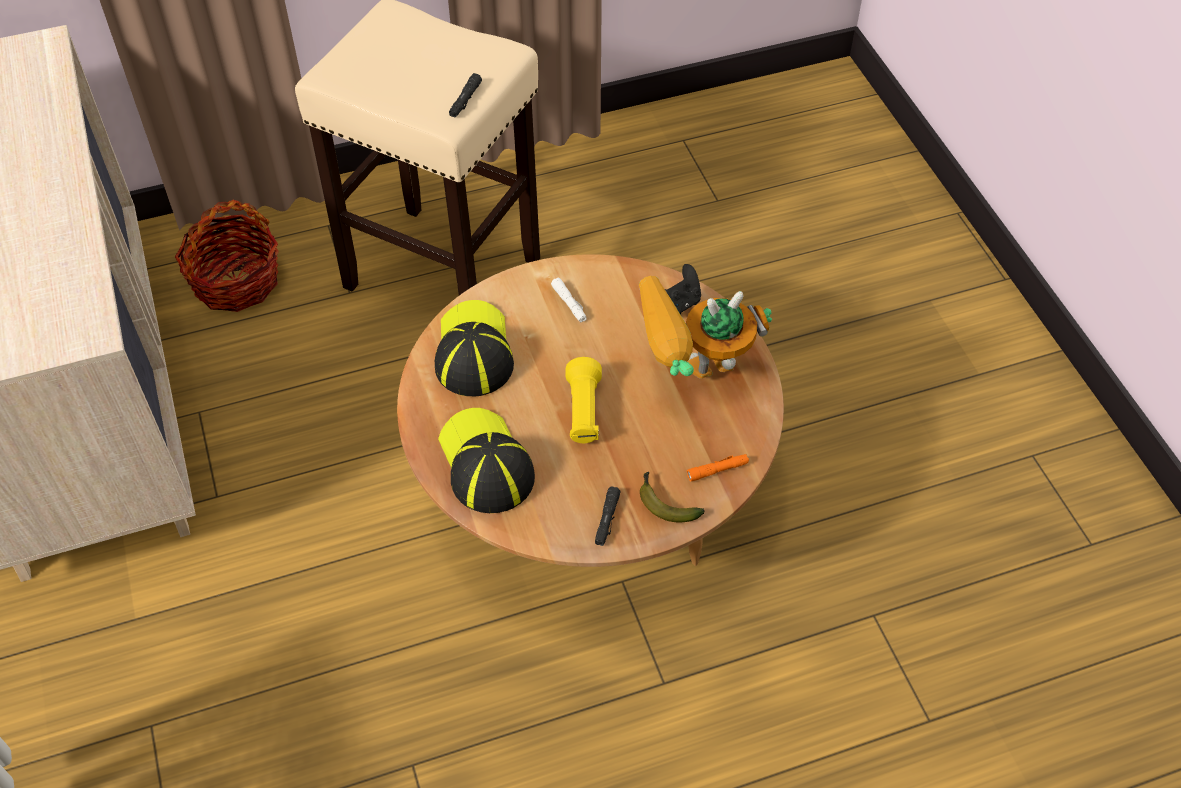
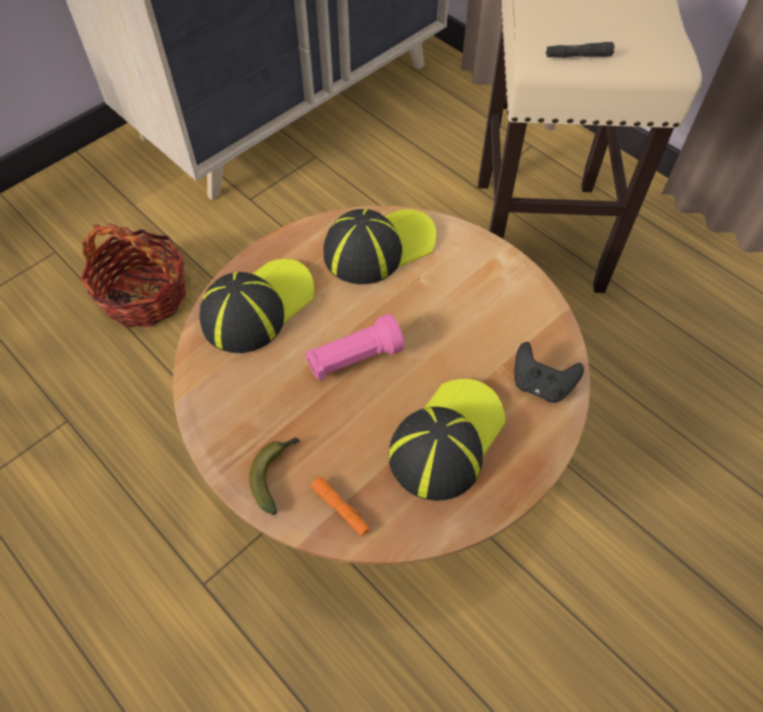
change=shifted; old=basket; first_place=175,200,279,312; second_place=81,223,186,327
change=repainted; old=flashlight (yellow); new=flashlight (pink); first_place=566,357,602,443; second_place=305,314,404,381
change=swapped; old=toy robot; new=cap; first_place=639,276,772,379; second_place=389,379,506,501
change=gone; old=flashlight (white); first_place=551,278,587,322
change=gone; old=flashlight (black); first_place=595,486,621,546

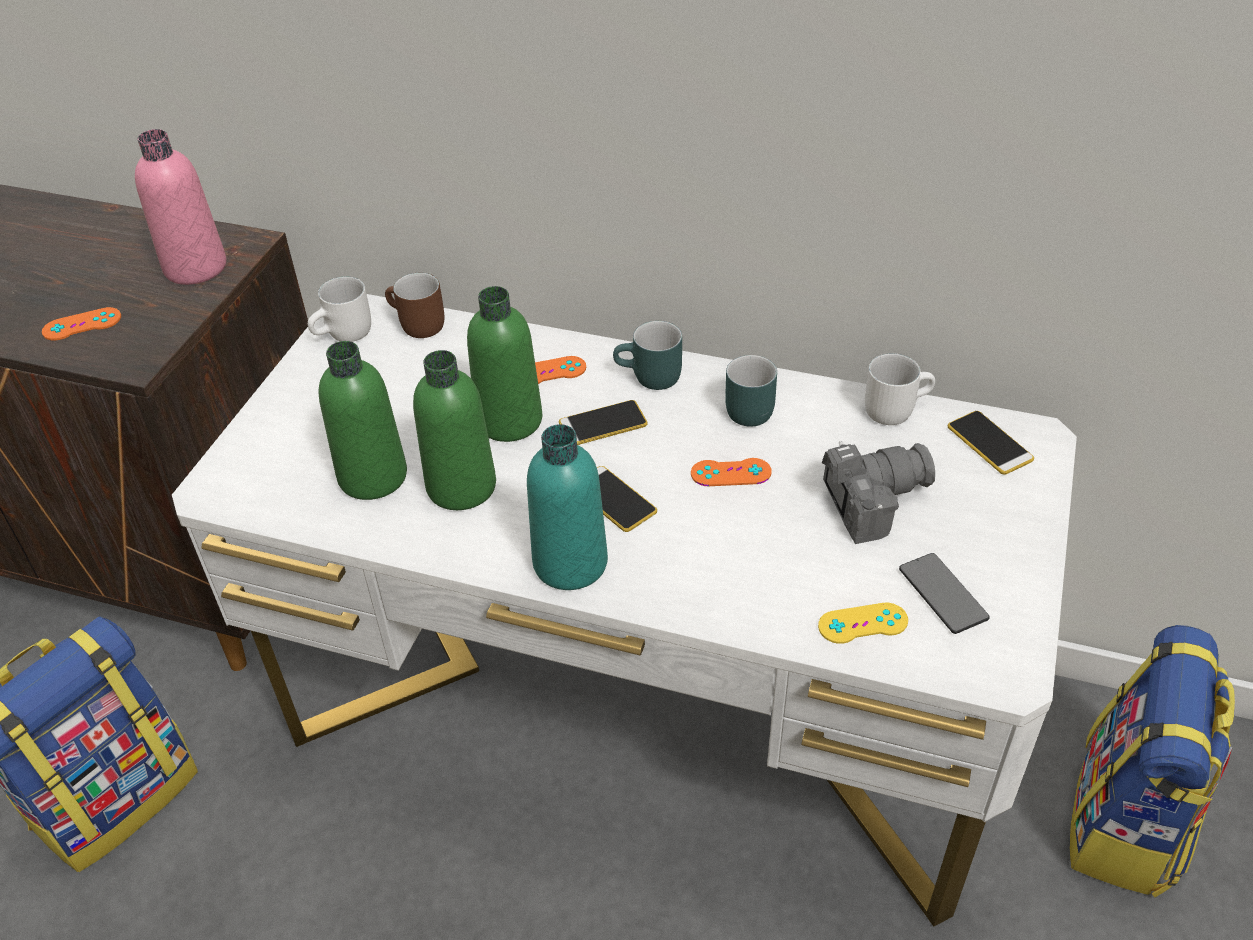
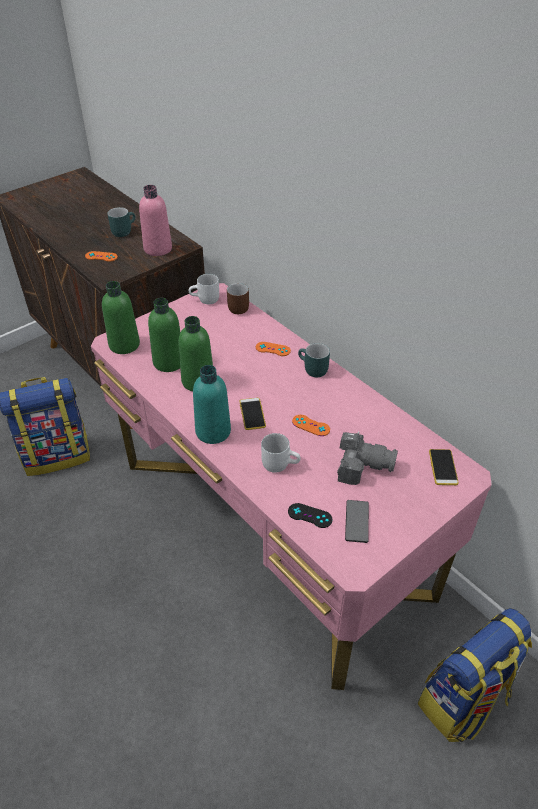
change=repainted; old=desk (white); new=desk (pink); first_place=172,294,1077,926; second_place=91,283,492,690
change=shifted; old=bottle (green); first_place=467,286,542,442; second_place=102,281,140,354
change=shifted; old=mug (turquoise); first_place=725,355,777,427; second_place=107,207,136,237
change=shifted; old=mug (white); first_place=865,353,935,425; second_place=261,433,301,473
change=repainted; old=game controller (yellow); new=game controller (black); first_place=818,603,908,644; second_place=288,503,332,528
change=gone; old=phone; first_place=559,400,648,445

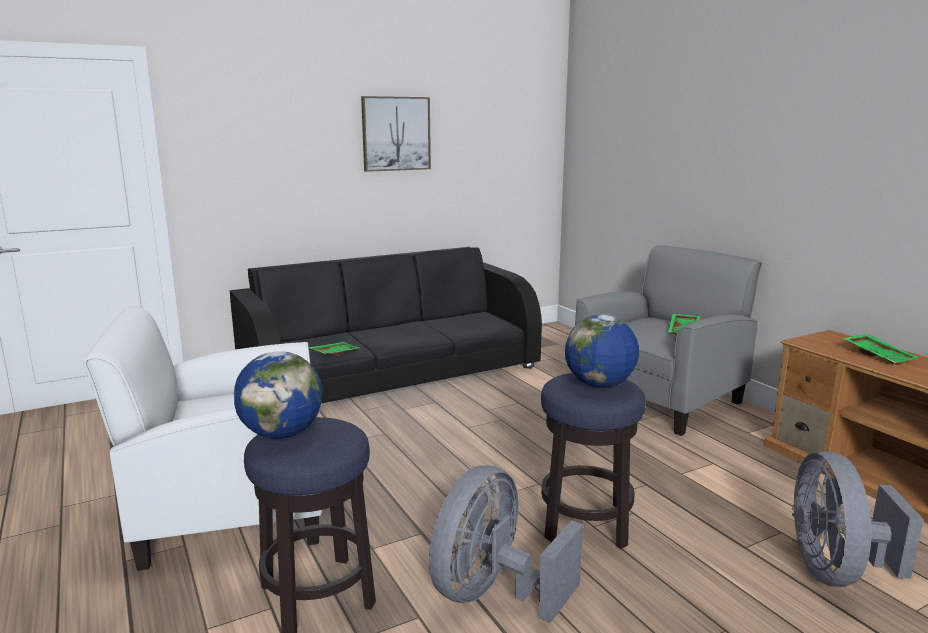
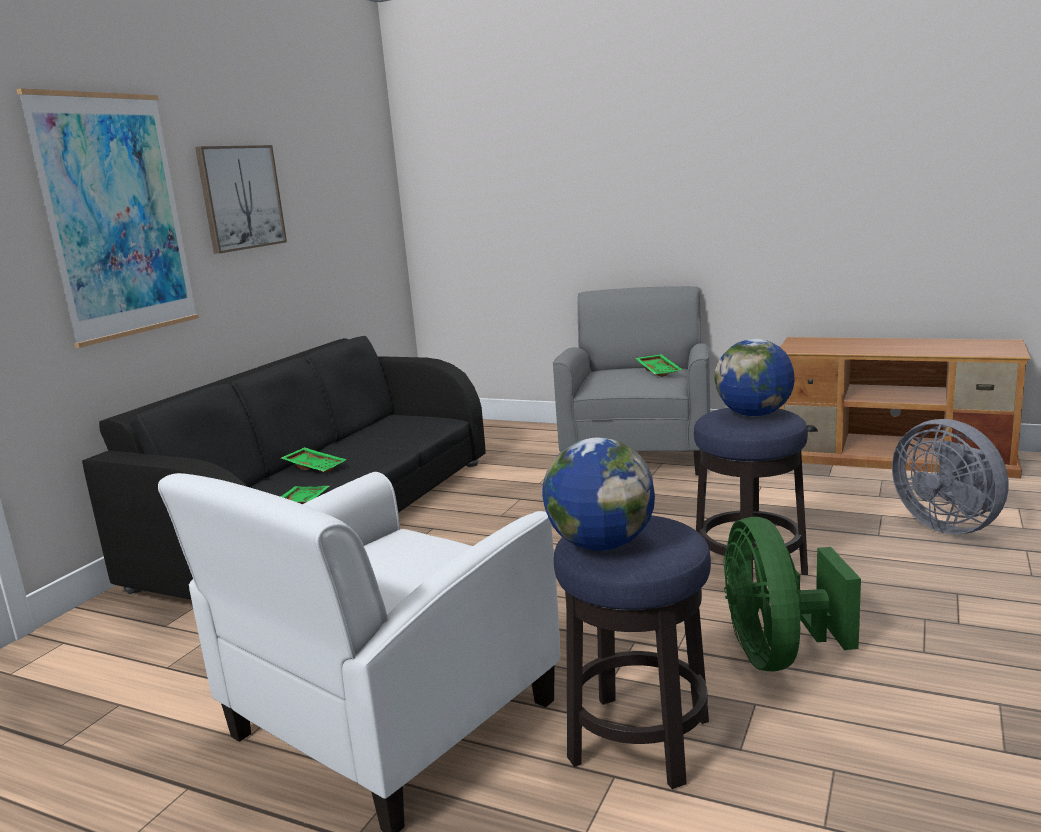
change=new; new=picture; second_place=16,88,199,348
change=shifted; old=tray (green); first_place=843,334,919,365; second_place=281,447,347,473
change=repainted; old=fan (grey); new=fan (green); first_place=429,465,583,623; second_place=724,517,861,671

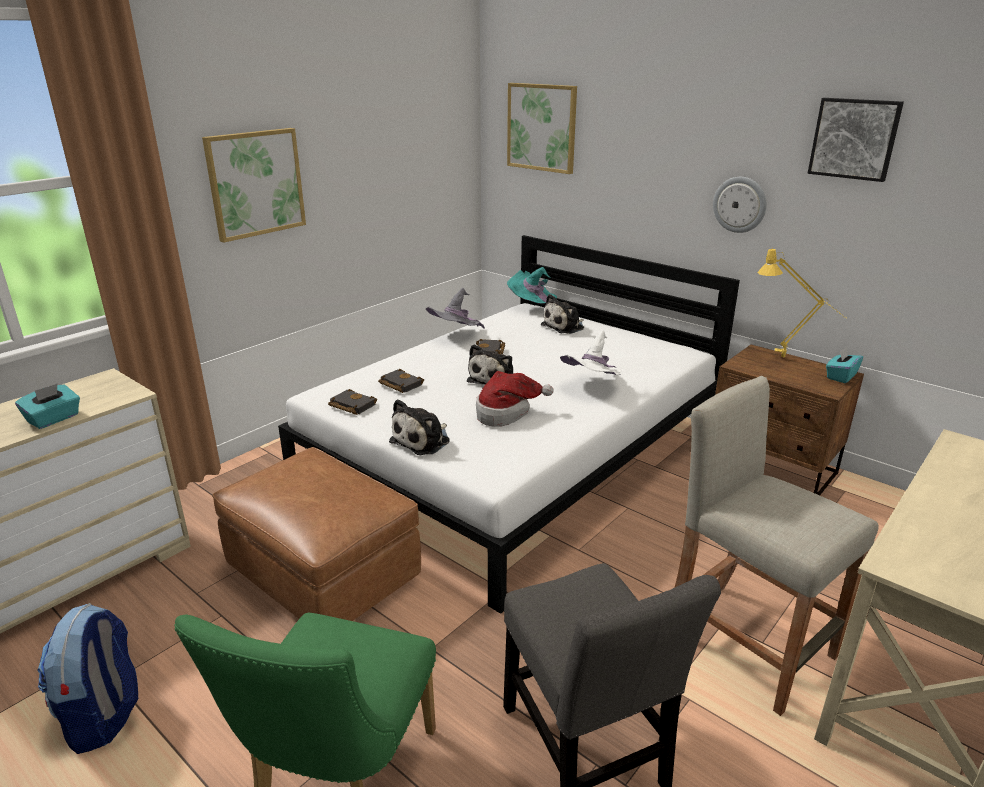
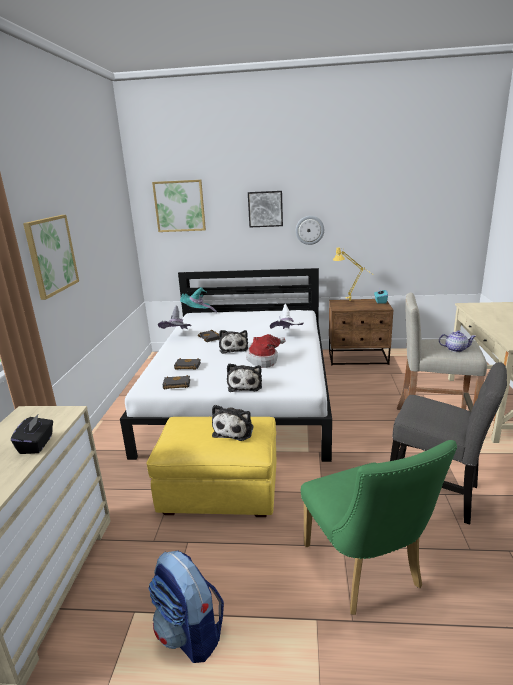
change=repainted; old=tissue box (turquoise); new=tissue box (black); first_place=15,384,80,429; second_place=11,413,53,454
change=repainted; old=ottoman (brown); new=ottoman (yellow); first_place=212,447,421,621; second_place=147,417,276,517
change=shifted; old=plush toy; first_place=541,294,584,334; second_place=212,405,254,441
change=shifted; old=picture; first_place=808,98,904,182; second_place=248,191,283,228
change=new; new=teapot; second_place=439,330,476,352

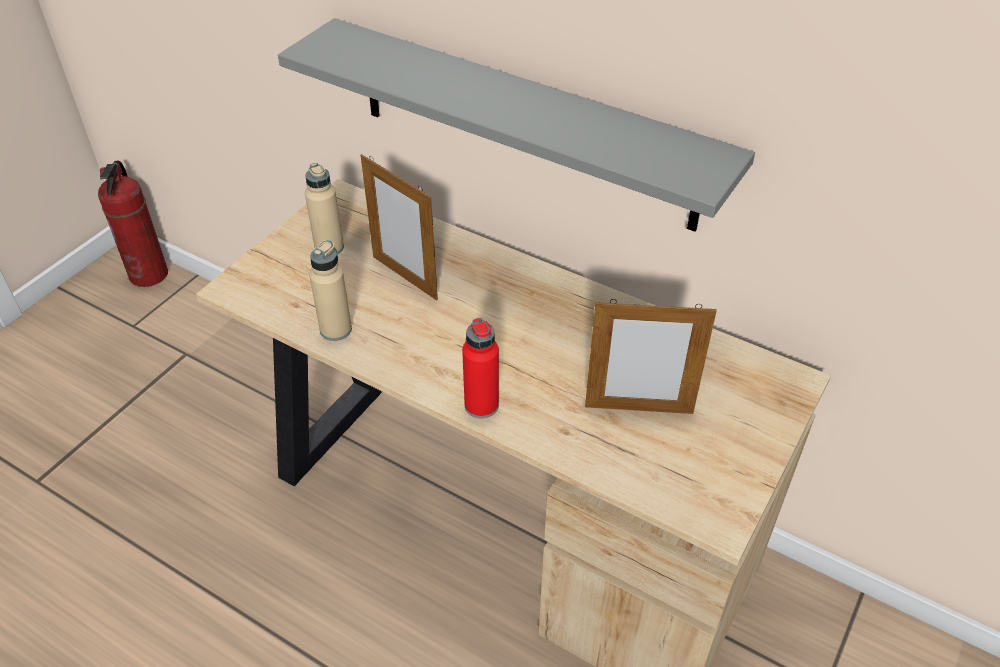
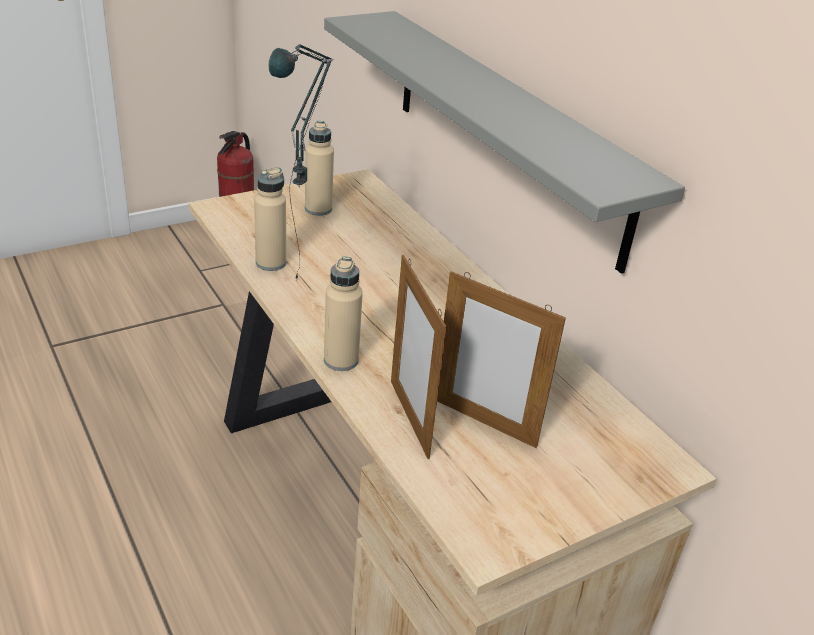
change=new; new=table lamp; second_place=268,44,333,279
change=repainted; old=bottle (red); new=bottle (beige); first_place=462,318,499,418; second_place=324,257,363,371
change=shifted; old=picture frame; first_place=361,154,438,301; second_place=391,255,446,459

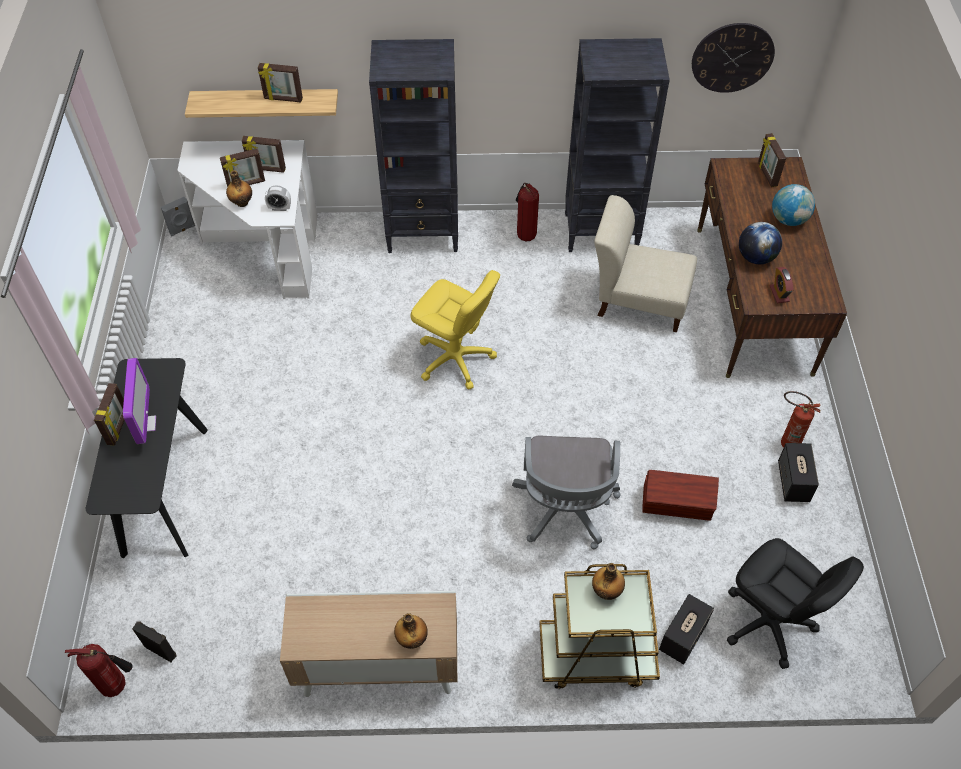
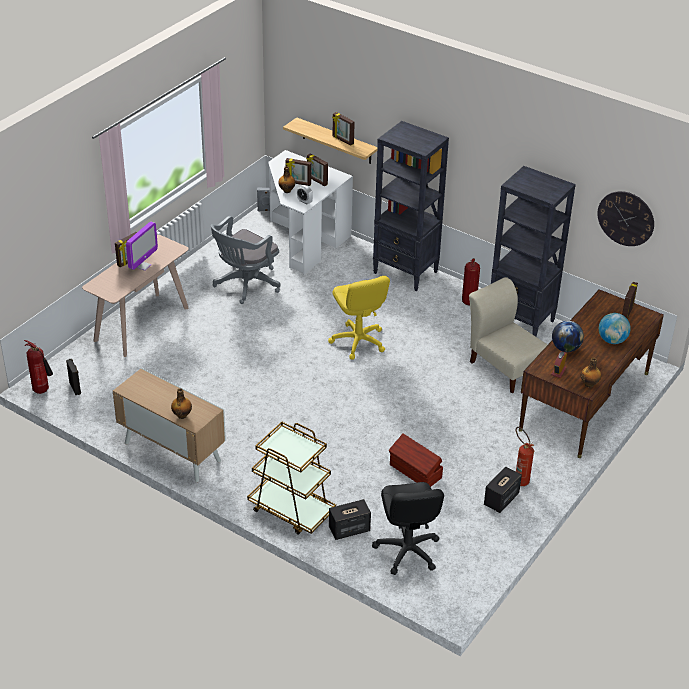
change=repainted; old=console table (black); new=console table (beige); first_place=86,358,208,558; second_place=82,235,189,357
change=shifted; old=office chair (grey); first_place=512,436,621,549; second_place=211,216,281,304
change=shifted; old=bottle; first_place=592,563,625,600; second_place=581,358,601,388

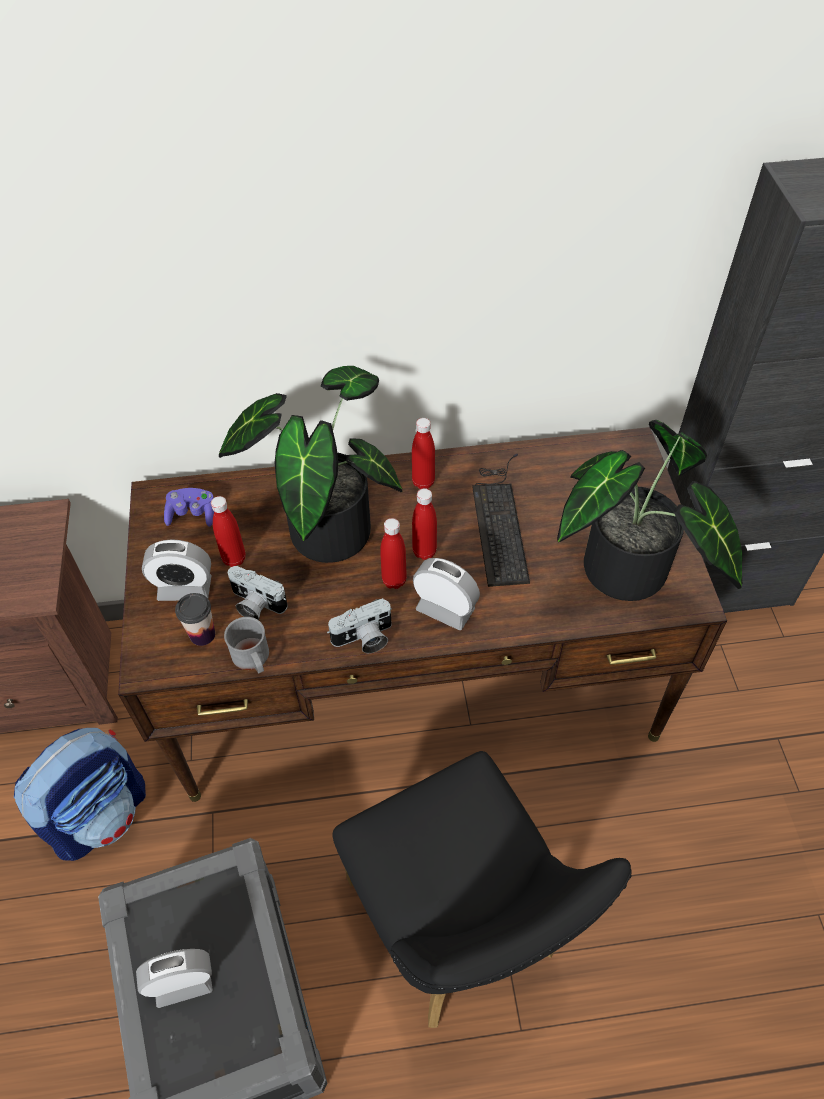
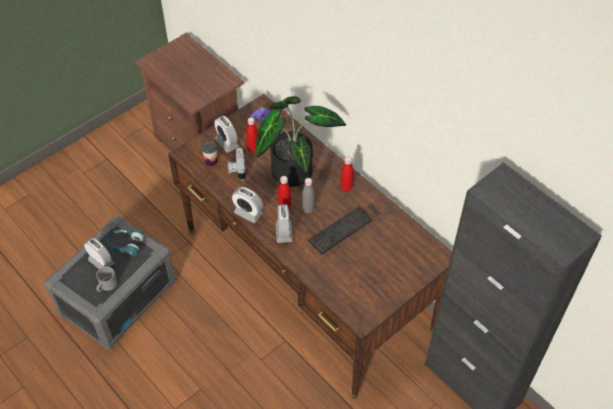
change=shifted; old=mug (grey); first_place=224,617,269,673; second_place=96,267,117,292
change=new; new=headphones (turquoise); second_place=108,228,145,256
change=swapped; old=photo camera; new=alarm clock; first_place=327,598,392,653; second_place=232,187,263,223
change=repainted; old=bottle (red); new=bottle (grey); first_place=412,488,437,560; second_place=302,178,315,213
change=gone; old=backpack; first_place=14,728,146,861
change=gone; old=chair (black); first_place=332,751,632,1028
change=gone; old=potted plant; first_place=557,420,742,601

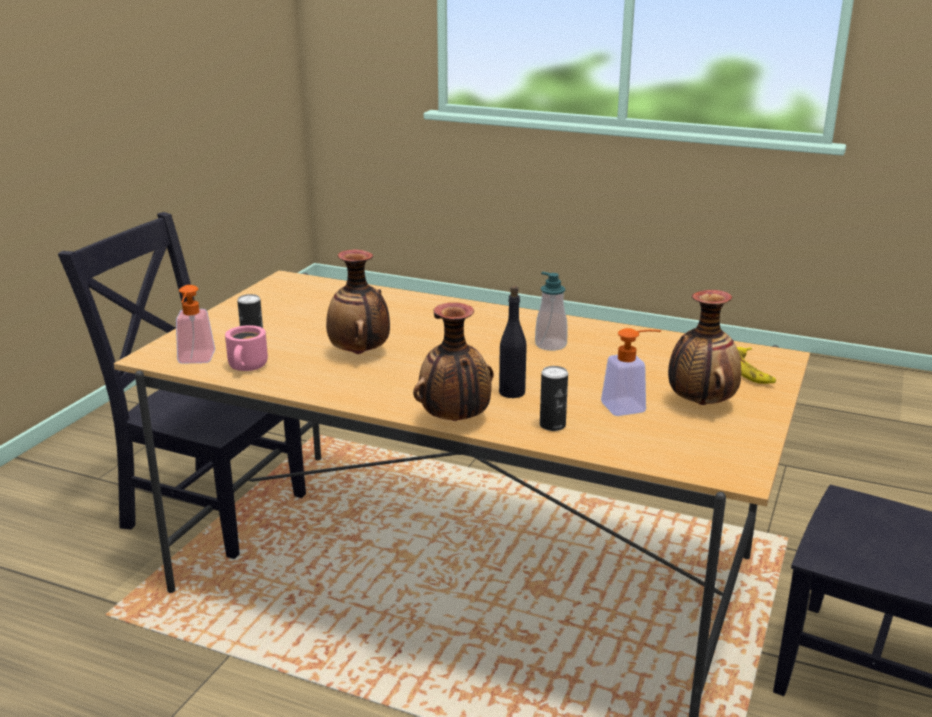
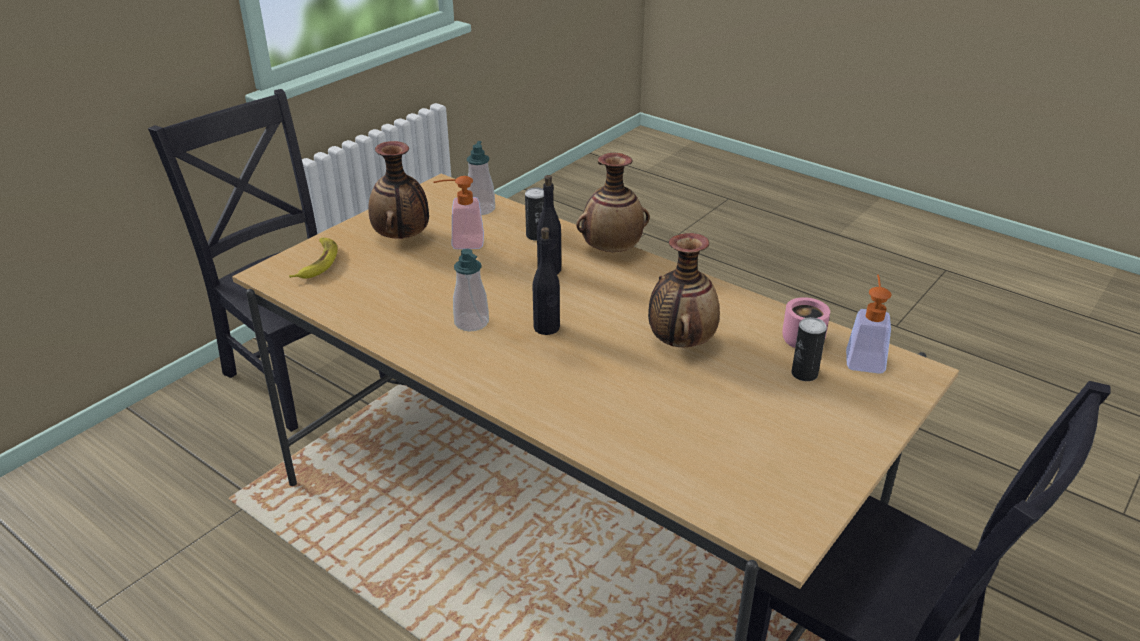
change=new; new=soap dispenser; second_place=467,141,495,215
change=new; new=bottle (black); second_place=533,227,560,335

